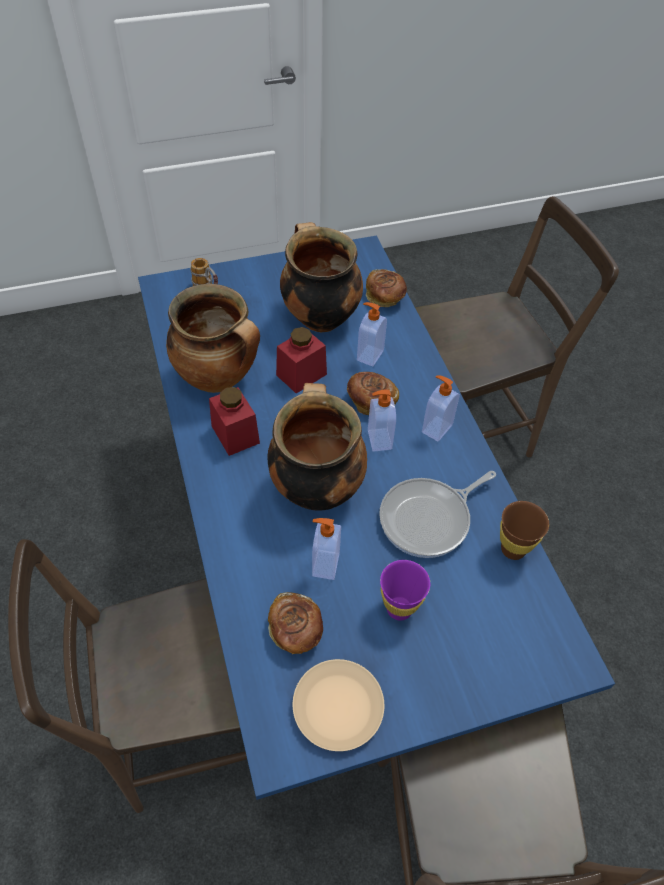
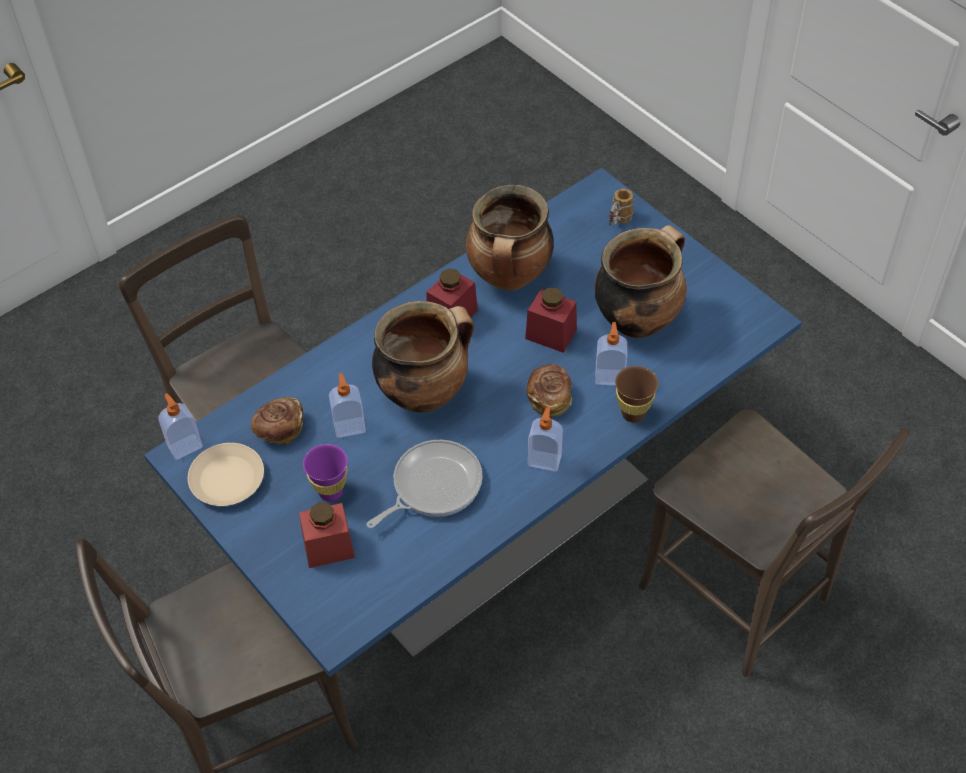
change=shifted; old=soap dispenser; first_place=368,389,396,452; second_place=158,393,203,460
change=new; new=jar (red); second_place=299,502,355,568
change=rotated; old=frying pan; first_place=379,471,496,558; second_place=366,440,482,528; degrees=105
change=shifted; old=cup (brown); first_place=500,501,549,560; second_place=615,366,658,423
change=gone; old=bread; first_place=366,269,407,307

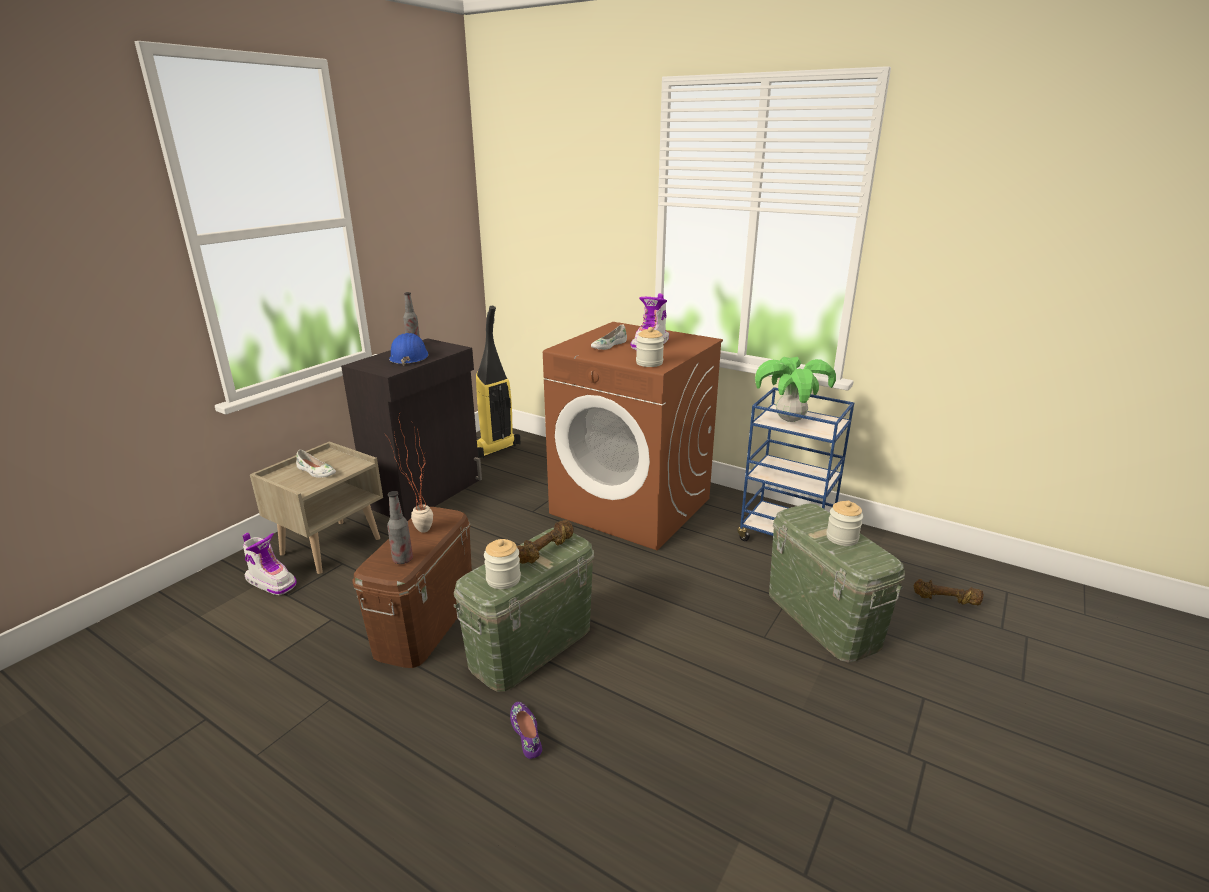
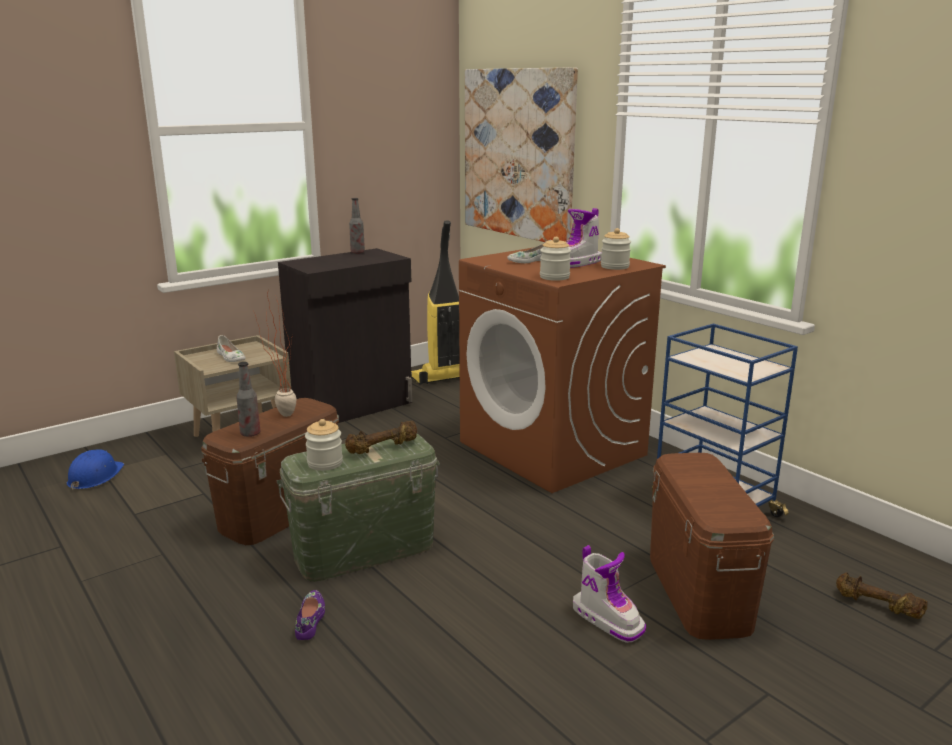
change=shifted; old=hard hat (blue); first_place=389,333,428,366; second_place=67,449,124,490
change=new; new=picture; second_place=465,67,578,242
change=shifted; old=boot; first_place=243,533,297,595; second_place=573,545,646,643
change=shifted; old=jar; first_place=826,501,863,546; second_place=601,228,631,270
change=repainted; old=storage box (green); new=storage box (brown); first_place=769,503,905,662; second_place=650,453,774,640
change=gone; old=potted plant; first_place=755,357,836,422

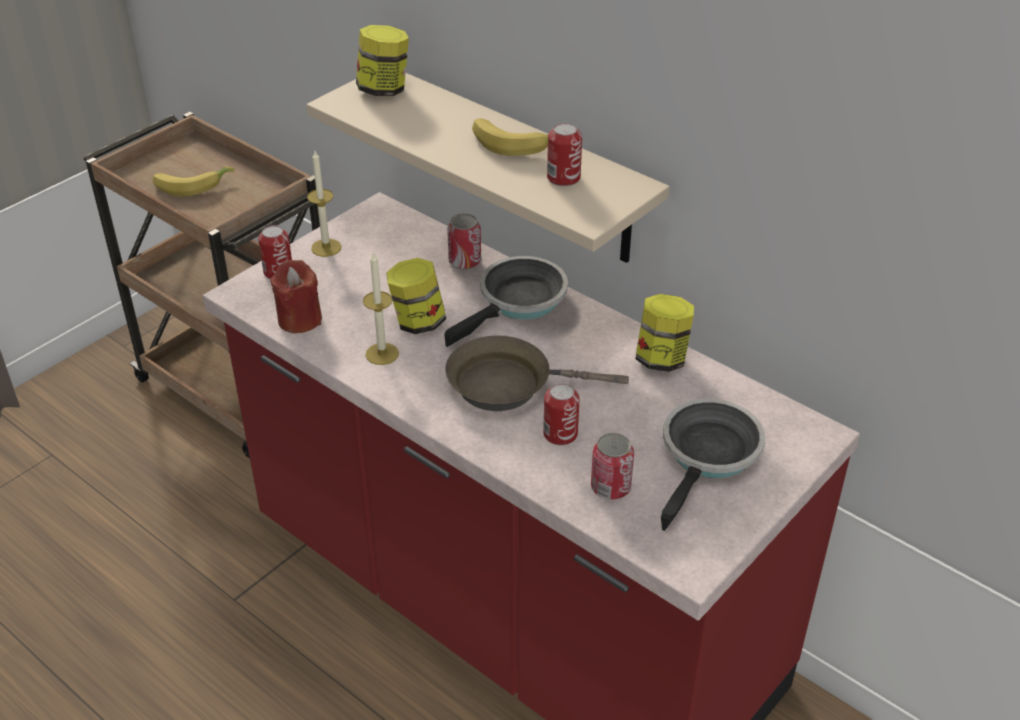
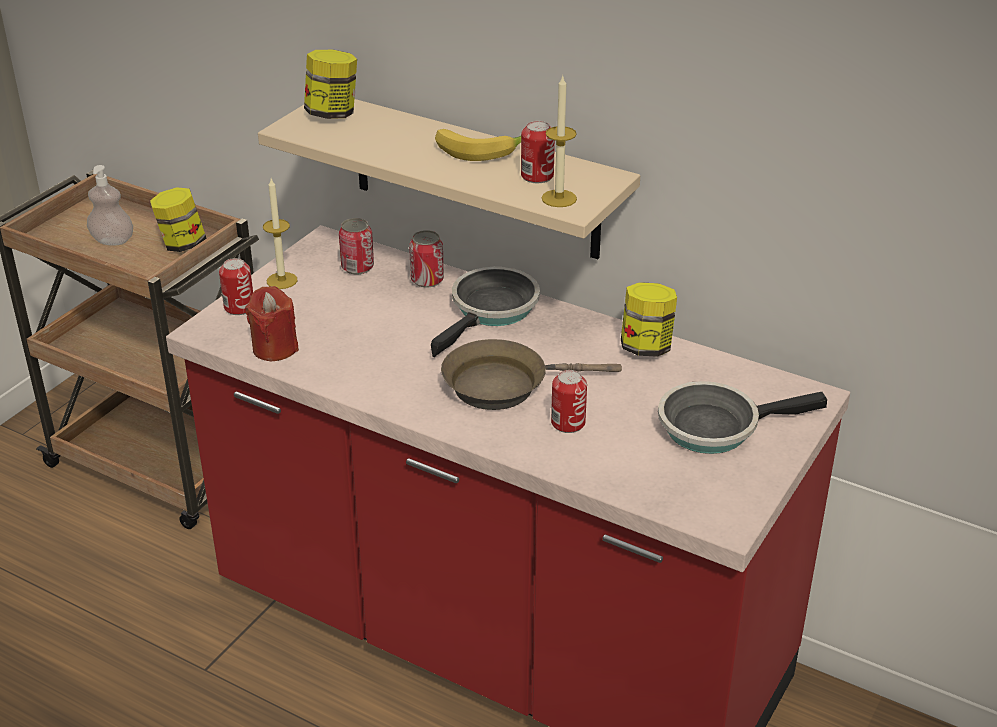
change=swapped; old=banana; new=soap dispenser; first_place=153,167,235,196; second_place=87,165,133,246
change=shifted; old=jar; first_place=386,258,446,334; second_place=150,187,206,252
change=shifted; old=can; first_place=591,432,634,500; second_place=339,218,374,274
change=shifted; old=candle; first_place=363,251,399,365; second_place=542,76,577,207
change=rotated; old=frying pan; first_place=661,399,765,531; second_place=658,381,827,454; degrees=-120

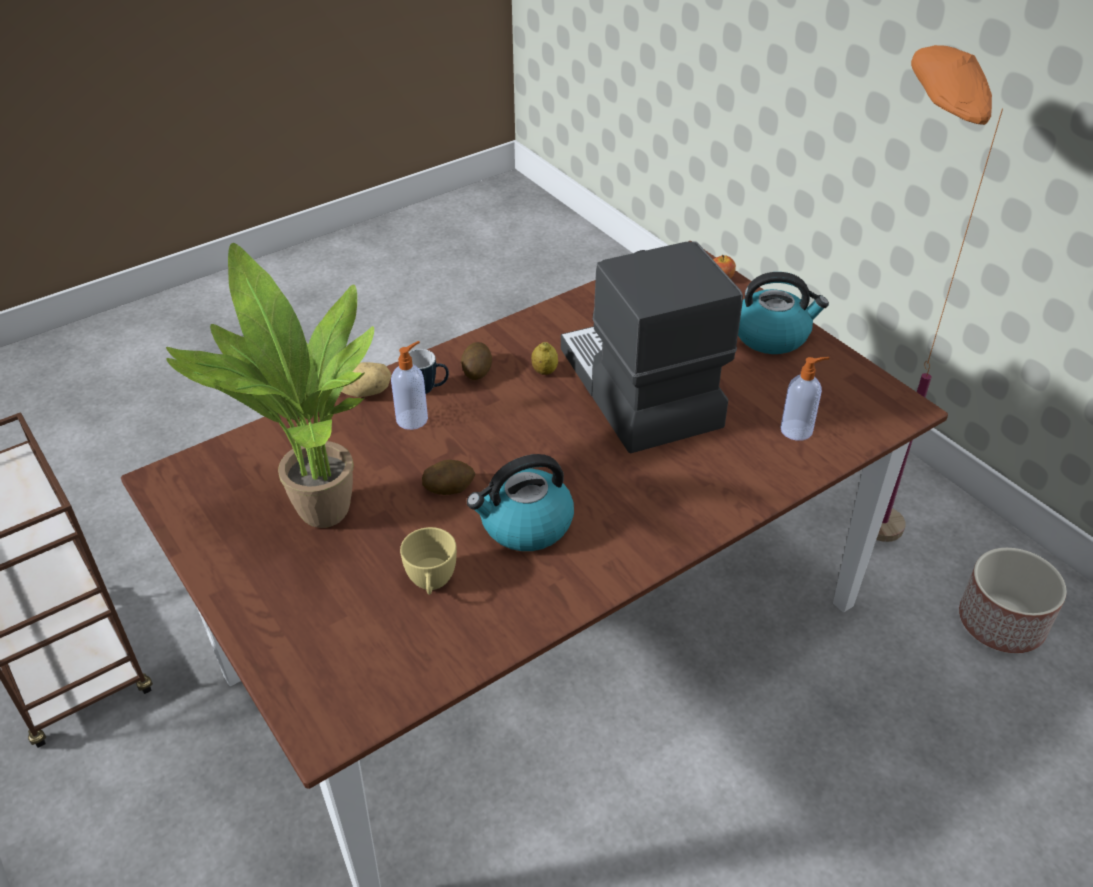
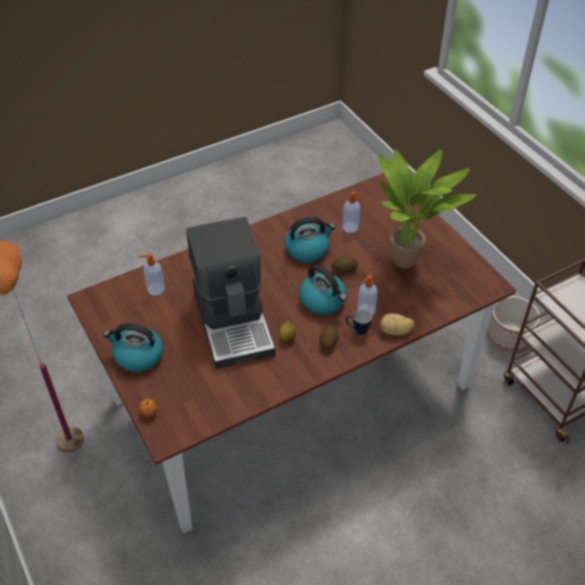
change=new; new=kettle; second_place=299,265,347,315
change=swapped; old=cup (yellow); new=soap dispenser; first_place=400,527,457,595; second_place=342,192,363,233
change=shifted; old=planter; first_place=959,548,1067,653; second_place=487,296,540,352

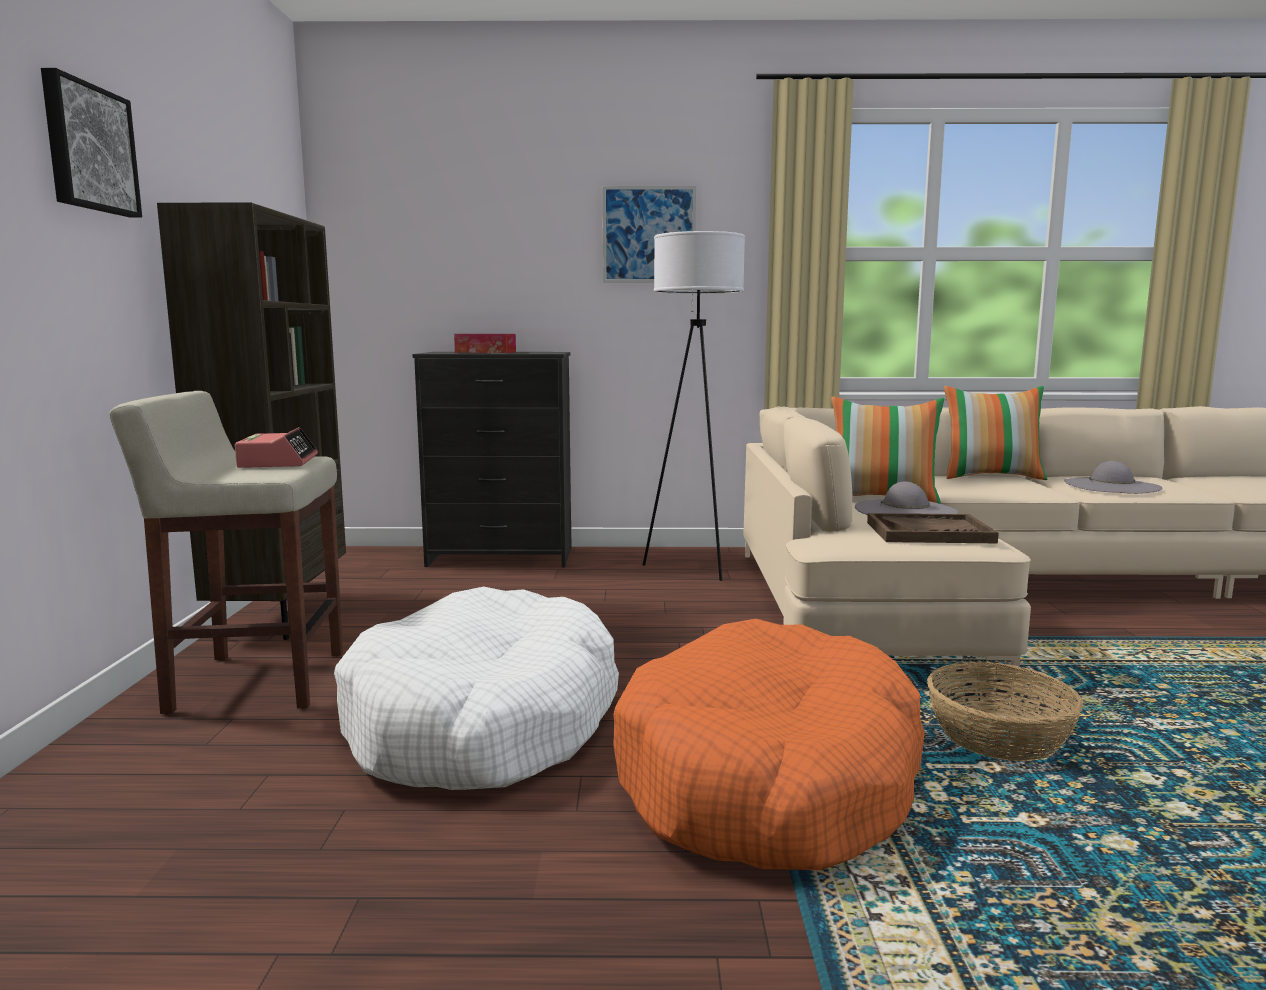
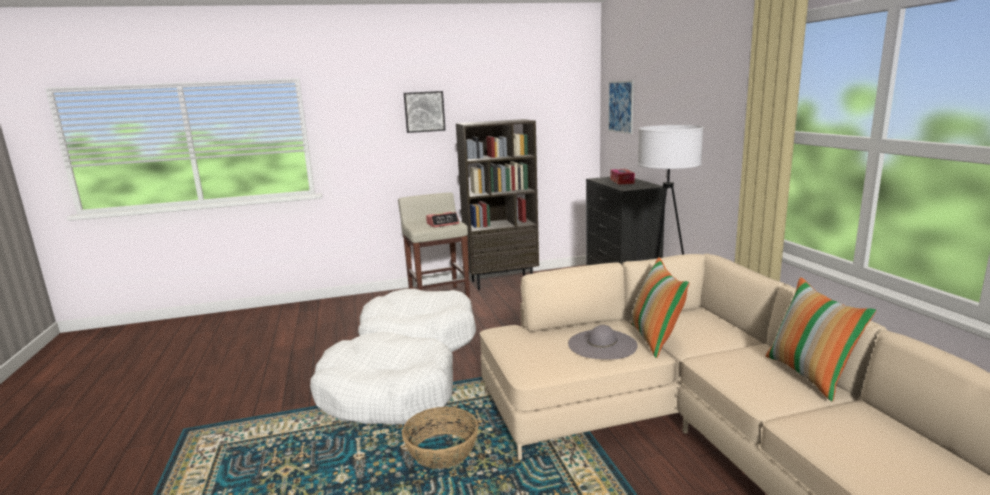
change=repainted; old=dog bed (orange); new=dog bed (white); first_place=613,619,925,870; second_place=310,332,453,424
change=shifted; old=picture; first_place=603,186,696,282; second_place=608,80,634,134
change=gone; old=tray (brown); first_place=867,513,999,543
change=gone; old=hat (grey); first_place=1064,461,1163,494

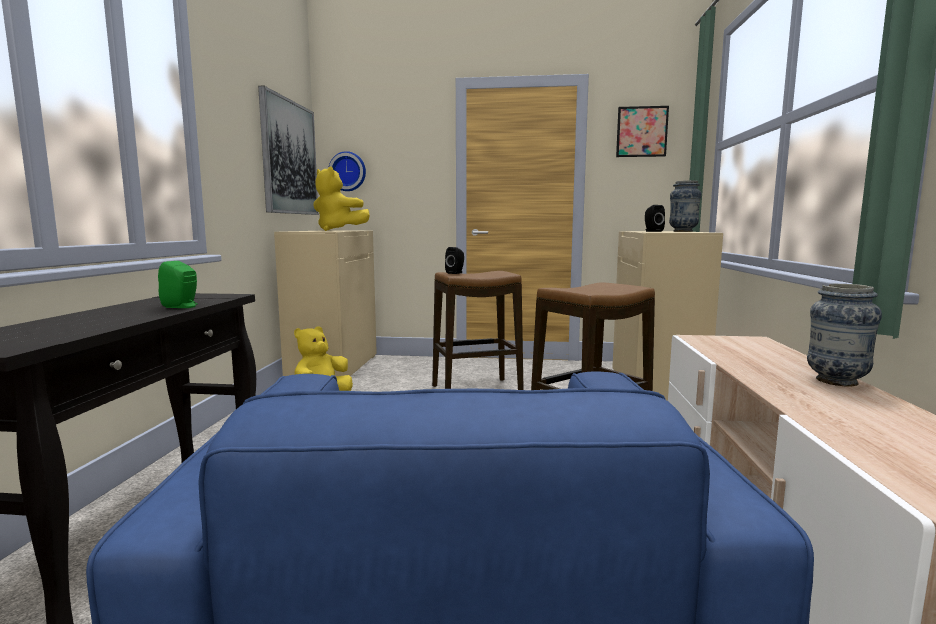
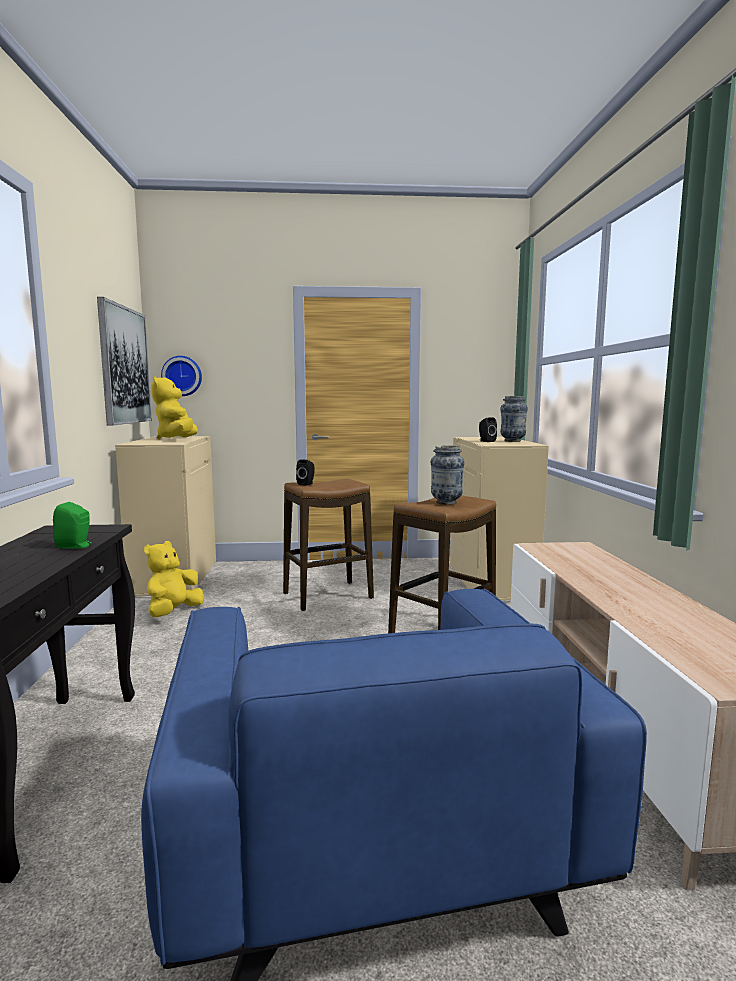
change=rotated; old=plush toy (yellow); first_place=313,166,370,231; second_place=151,376,198,440; degrees=60
change=shifted; old=vase; first_place=807,284,882,387; second_place=431,445,465,505
change=gone; old=picture; first_place=616,106,669,157

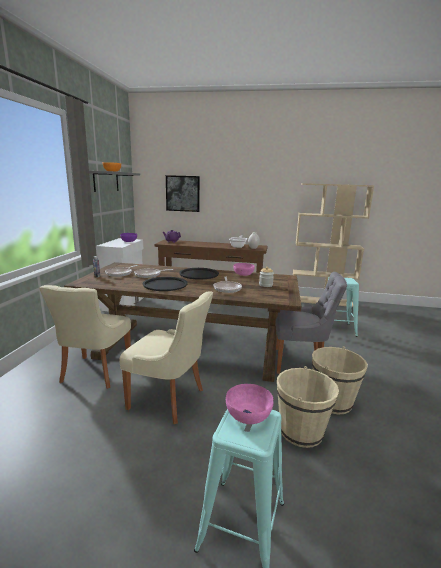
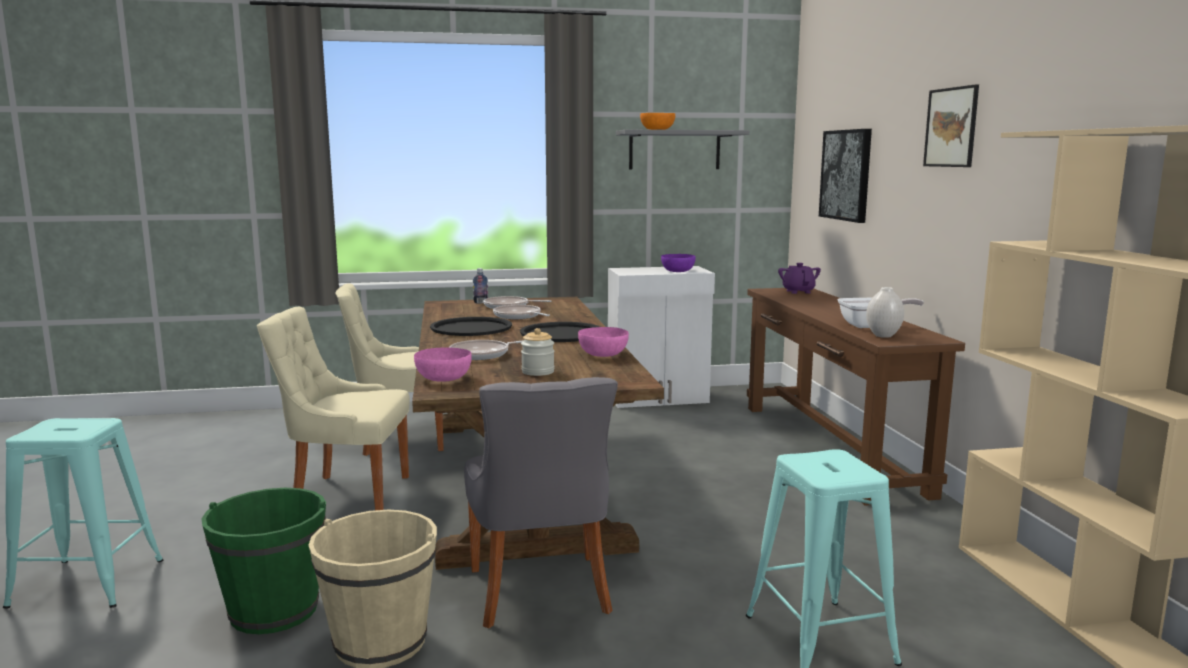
change=repainted; old=bucket (beige); new=bucket (green); first_place=277,366,339,448; second_place=201,488,326,634
change=rotated; old=chair (beige); first_place=119,291,213,424; second_place=257,307,410,510; degrees=90
change=shifted; old=bowl (pink); first_place=226,384,274,424; second_place=414,347,472,382
change=new; new=picture; second_place=923,84,979,167

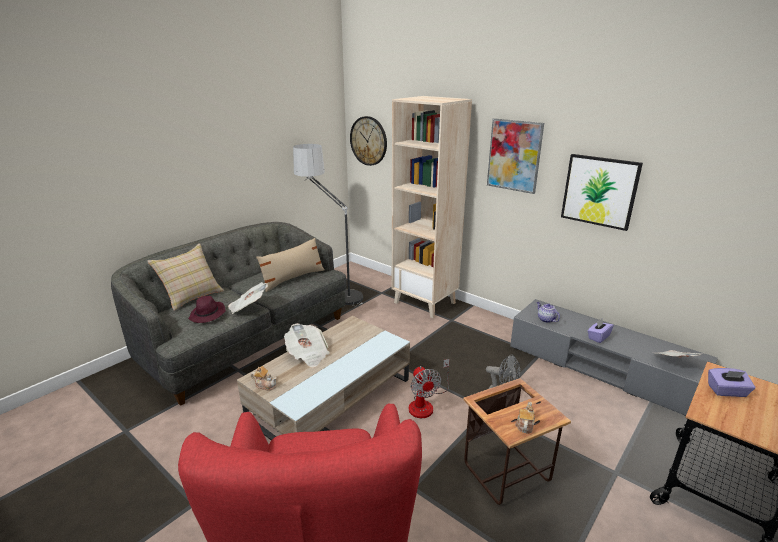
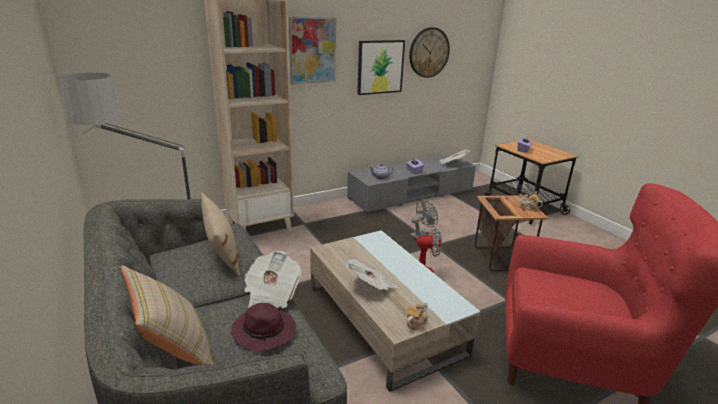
change=shifted; old=wall clock; first_place=350,116,387,166; second_place=409,27,450,78

